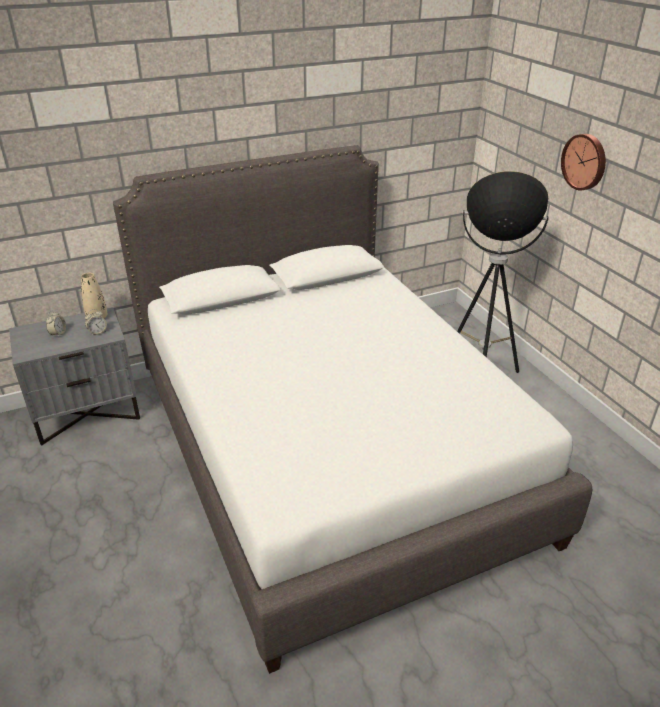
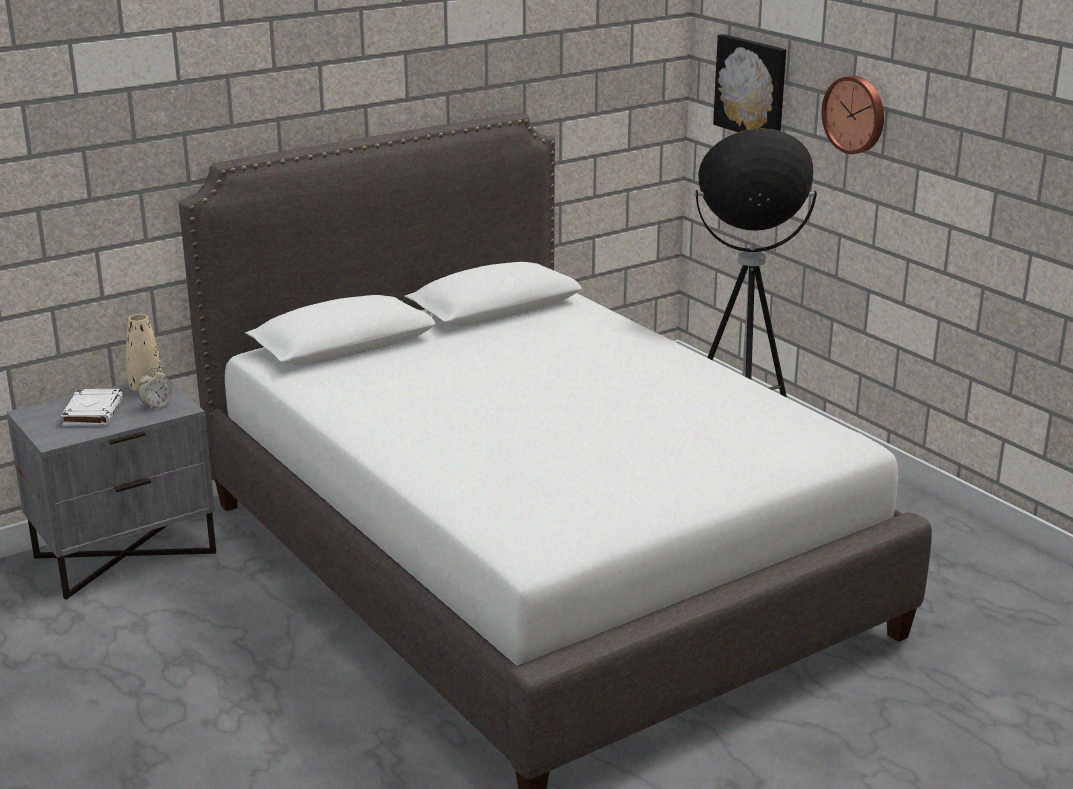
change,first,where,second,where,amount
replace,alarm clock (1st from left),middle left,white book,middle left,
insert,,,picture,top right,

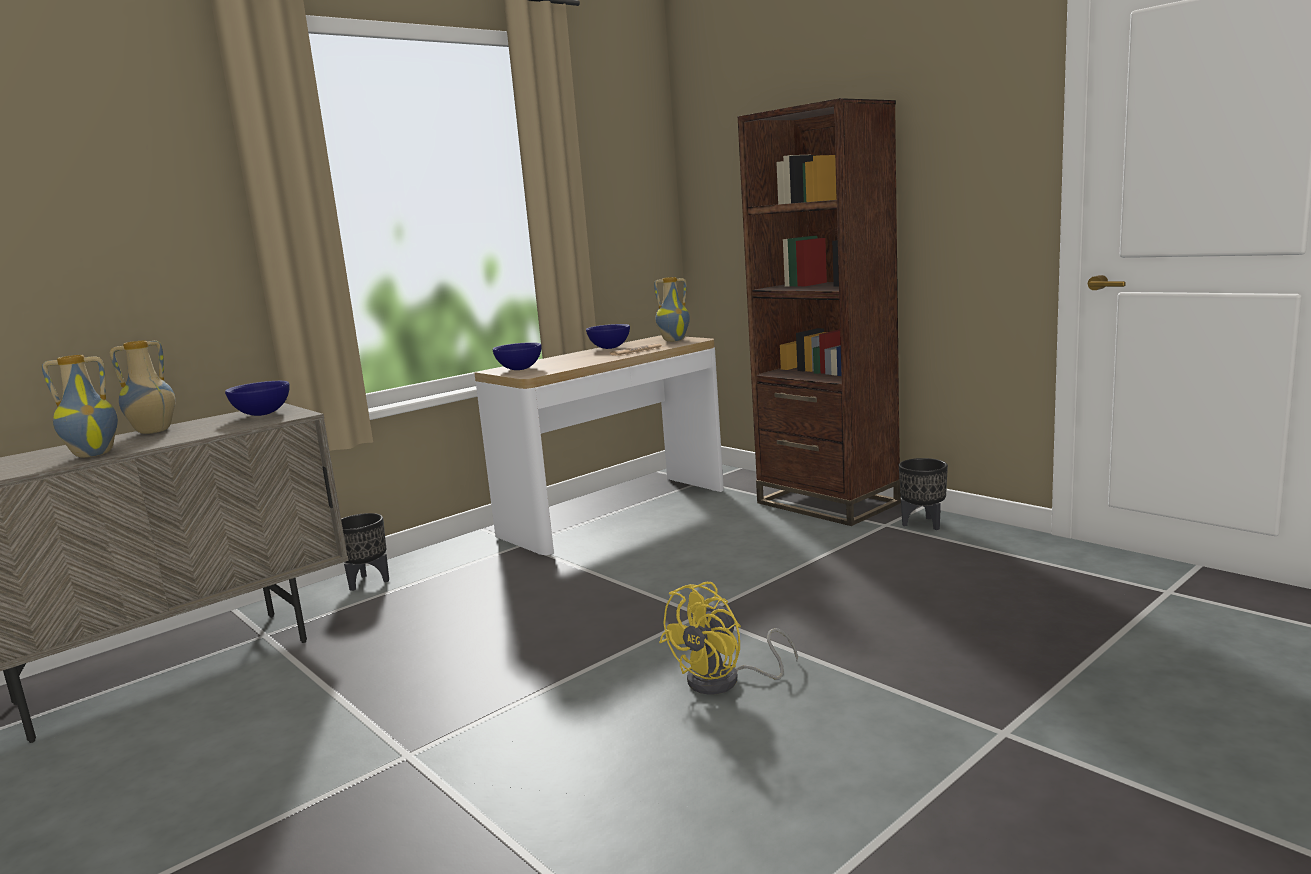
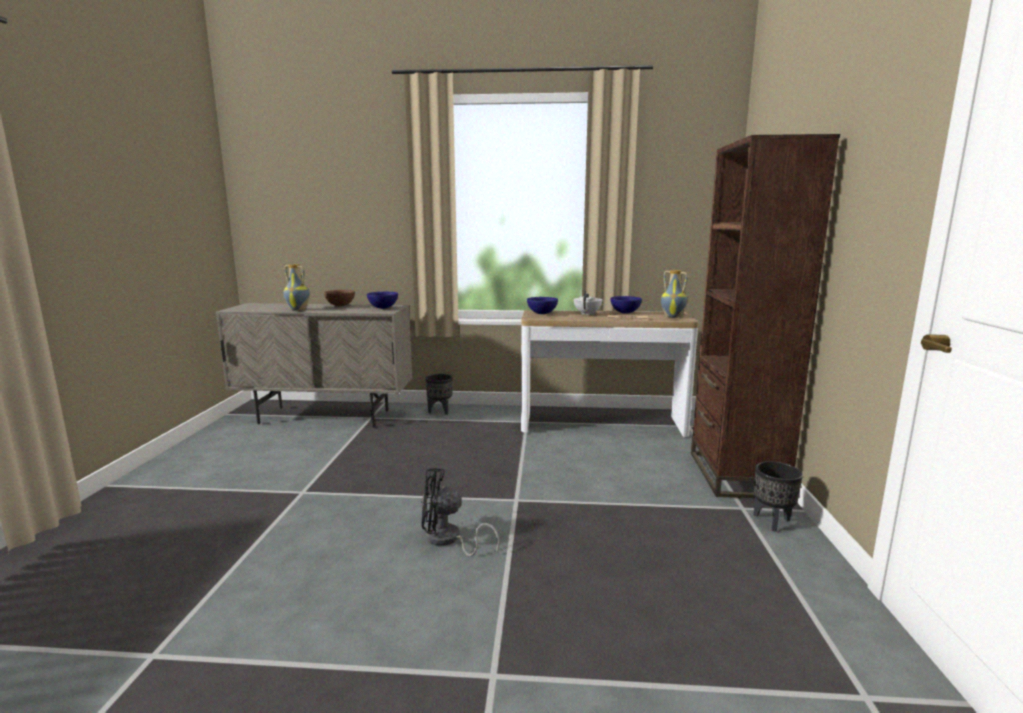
change,first,where,second,where,amount
replace,vase (2nd from left),middle left,brown bowl,middle left,
recolor,yellow fan,bottom centre,black fan,bottom centre,
insert,,,white teapot,centre,

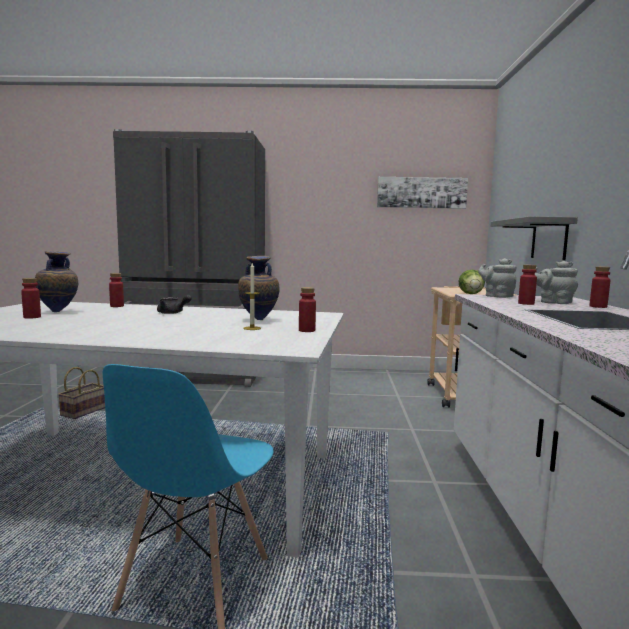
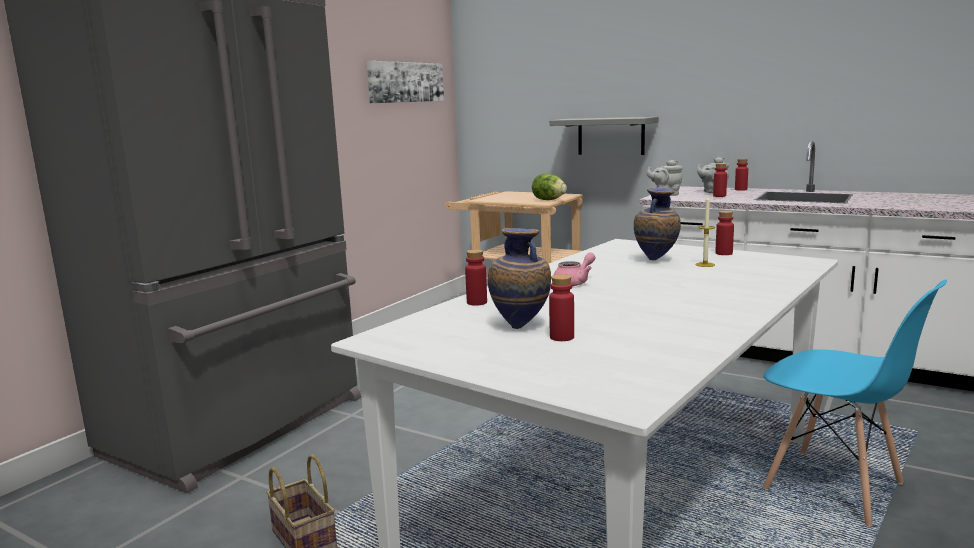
change,first,where,second,where,amount
recolor,grey teapot (1st from left),middle left,pink teapot,centre,

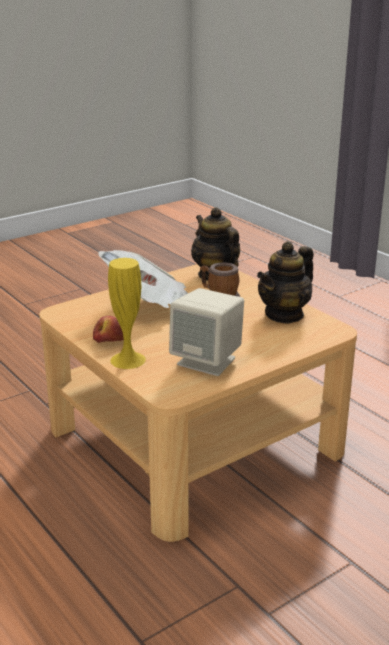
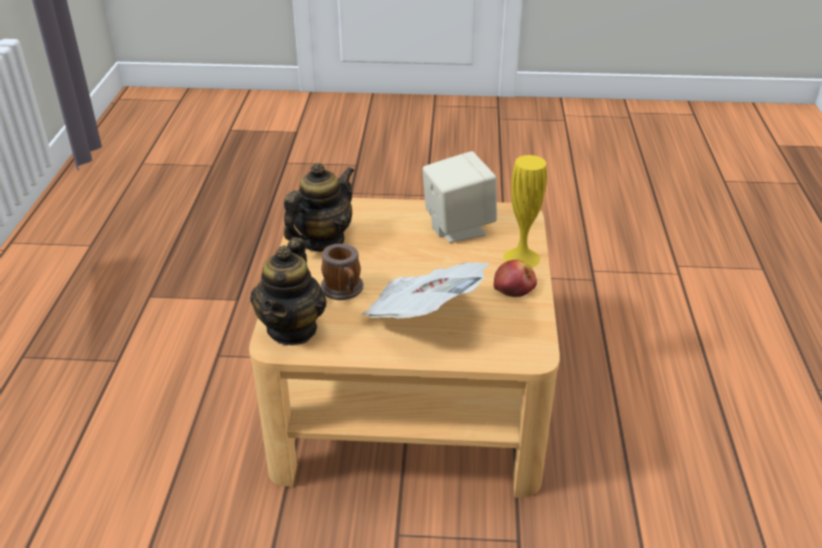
change,first,where,second,where,amount
rotate,teapot (2nd from left),middle right,,centre,45 degrees counterclockwise

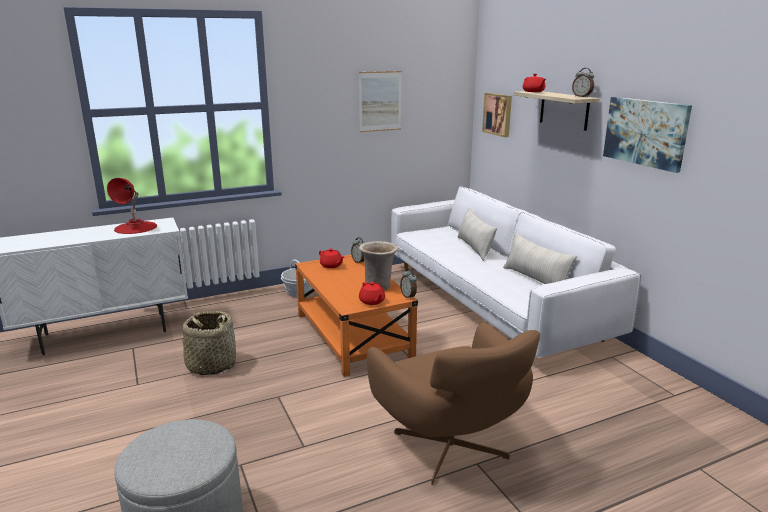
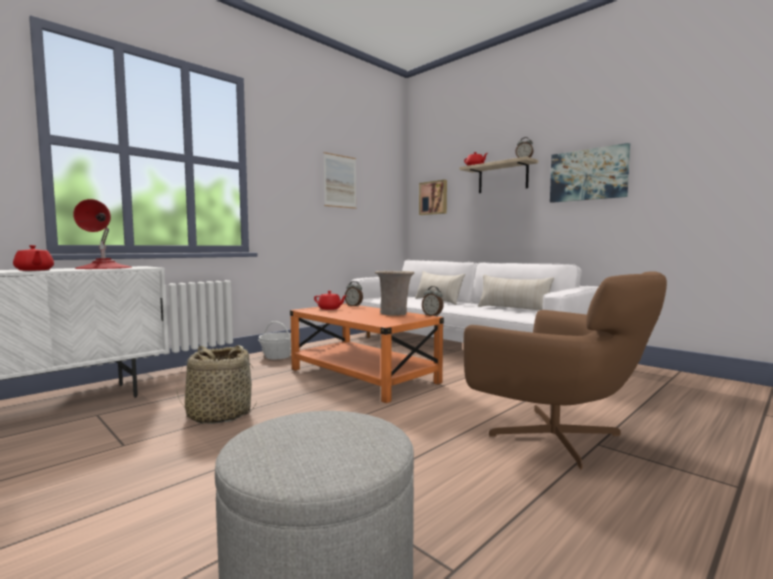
change,first,where,second,where,amount
move,red teapot (2nd from left in the first image),centre,red teapot (1st from left),middle left,

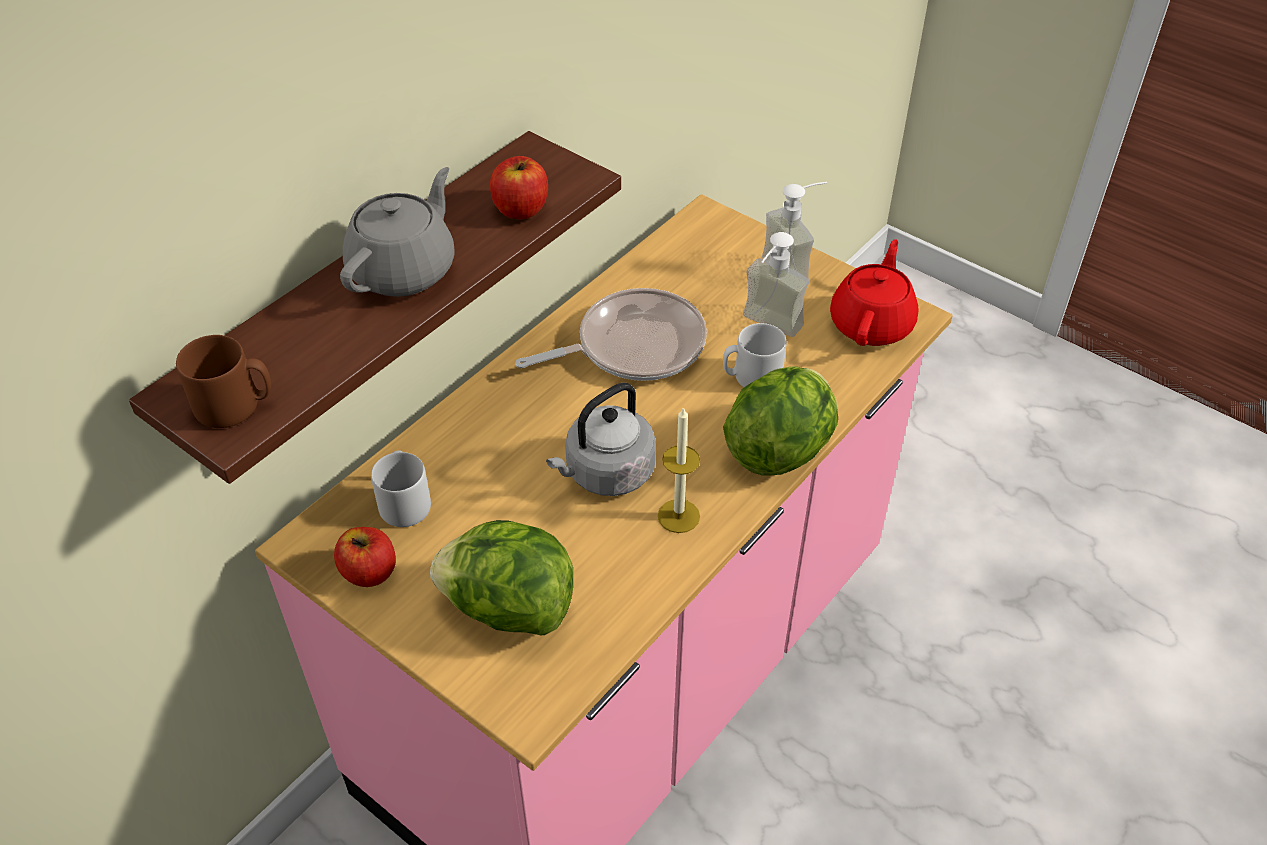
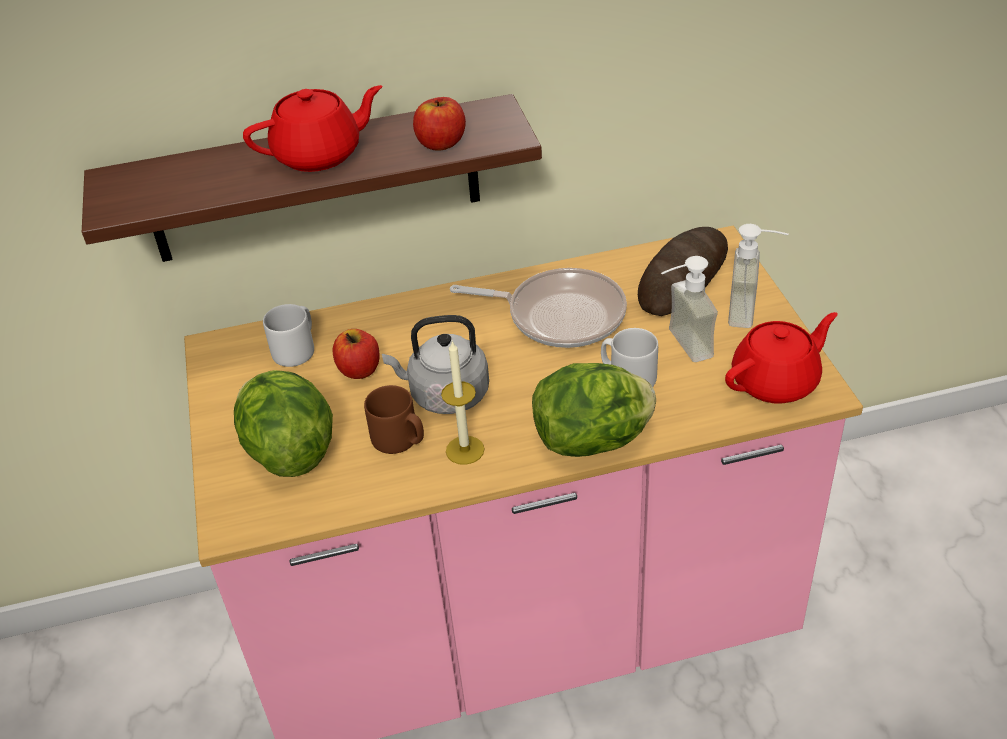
change,first,where,second,where,amount
recolor,grey teapot,top left,red teapot (1st from left),top left,
move,brown mug,middle left,,centre,
move,apple (1st from left),middle left,,centre,
insert,,,bread,middle right,

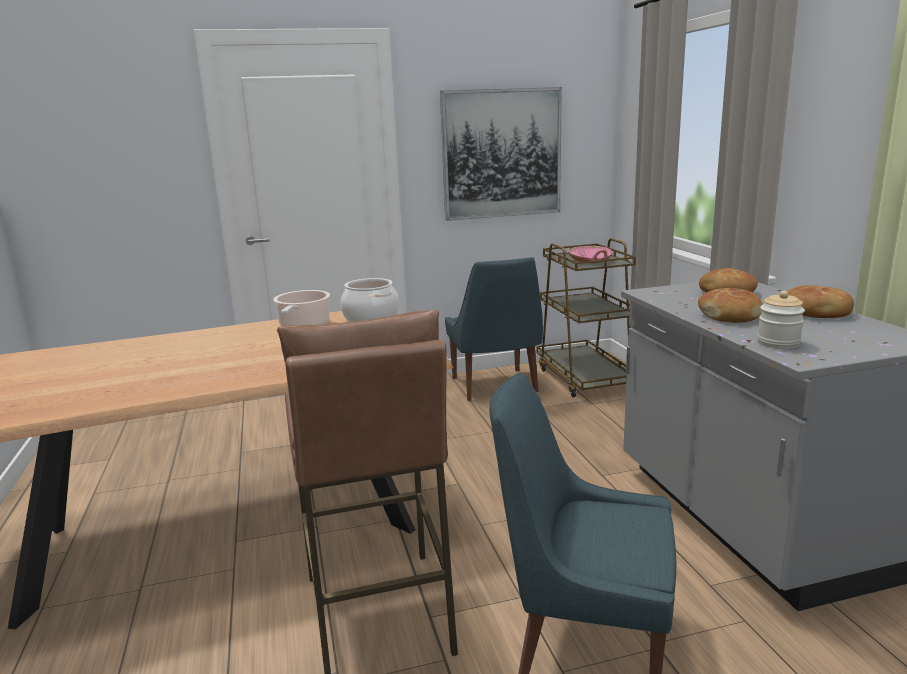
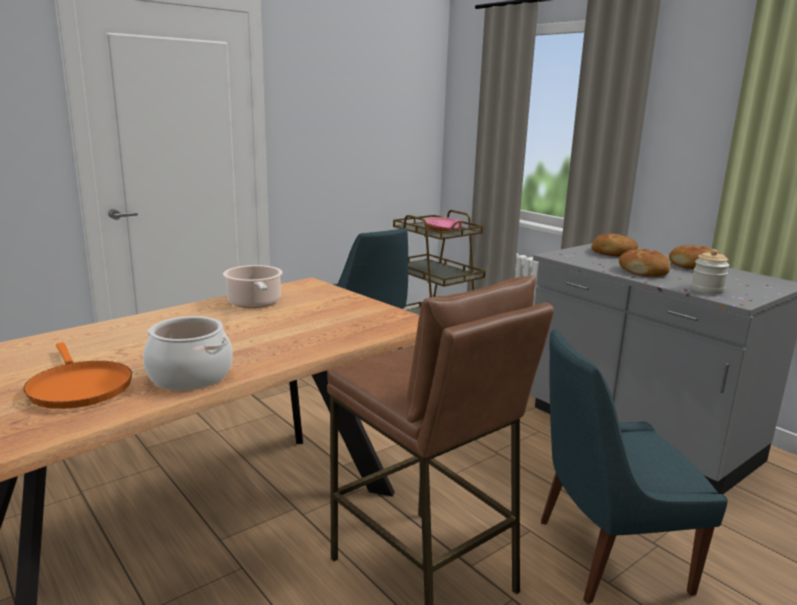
change,first,where,second,where,amount
delete,picture,top centre,,,
move,cooking pot (2nd from left in the first image),centre,cooking pot (1st from left),middle left,
insert,,,orange frying pan,middle left,

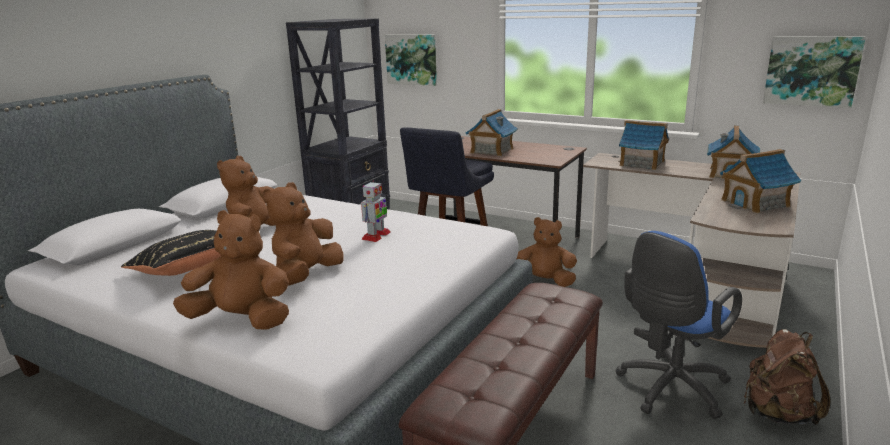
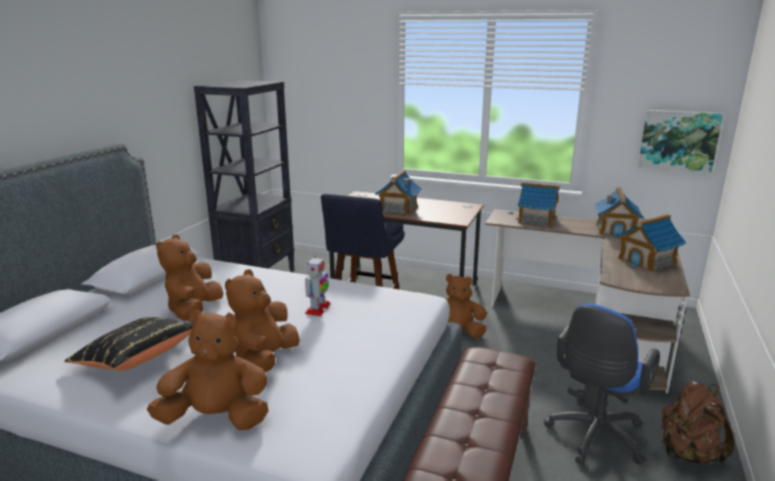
change,first,where,second,where,amount
delete,picture (1st from left),top centre,,,

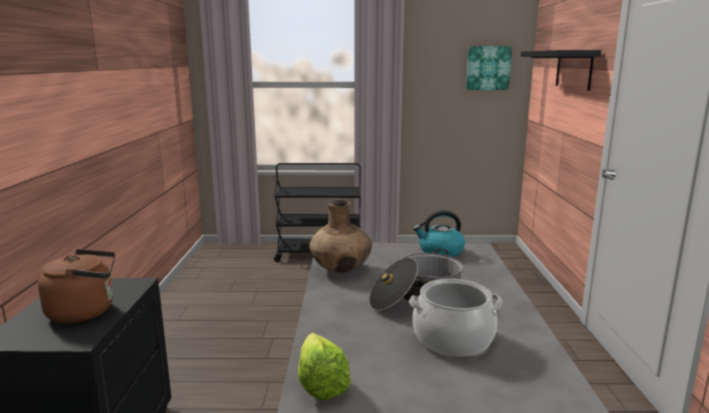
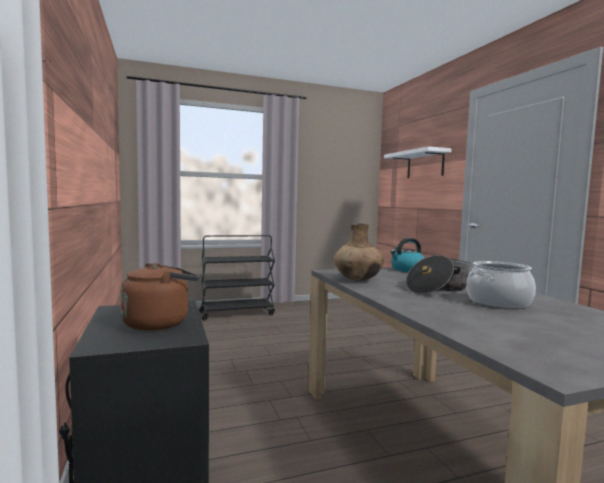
change,first,where,second,where,amount
delete,picture,top right,,,
recolor,black shelf,top right,white shelf,middle right,
delete,lettuce,bottom centre,,,

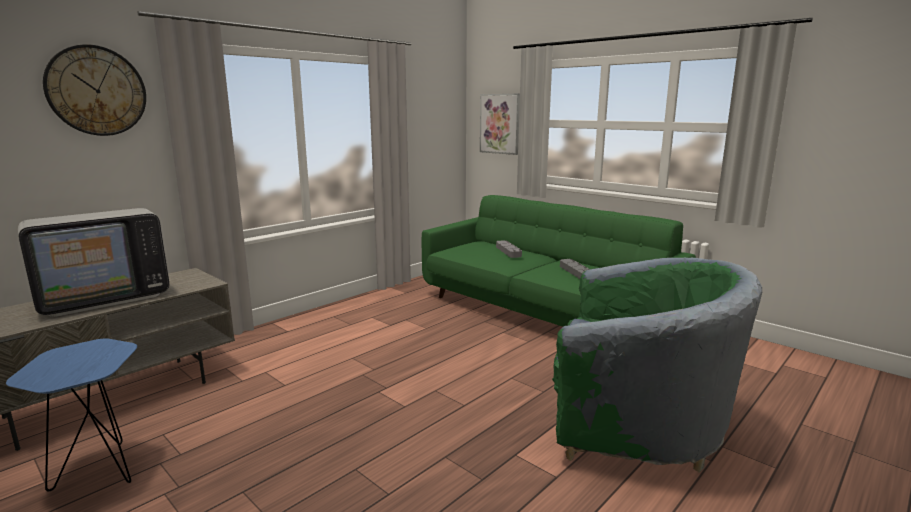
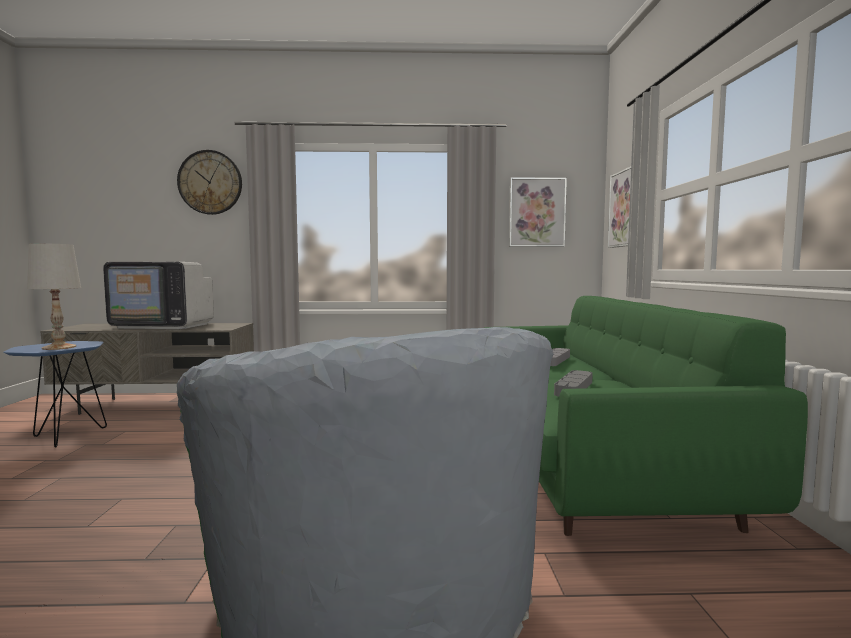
change,first,where,second,where,amount
insert,,,picture (1st from left),top centre,
insert,,,white table lamp,middle left,

